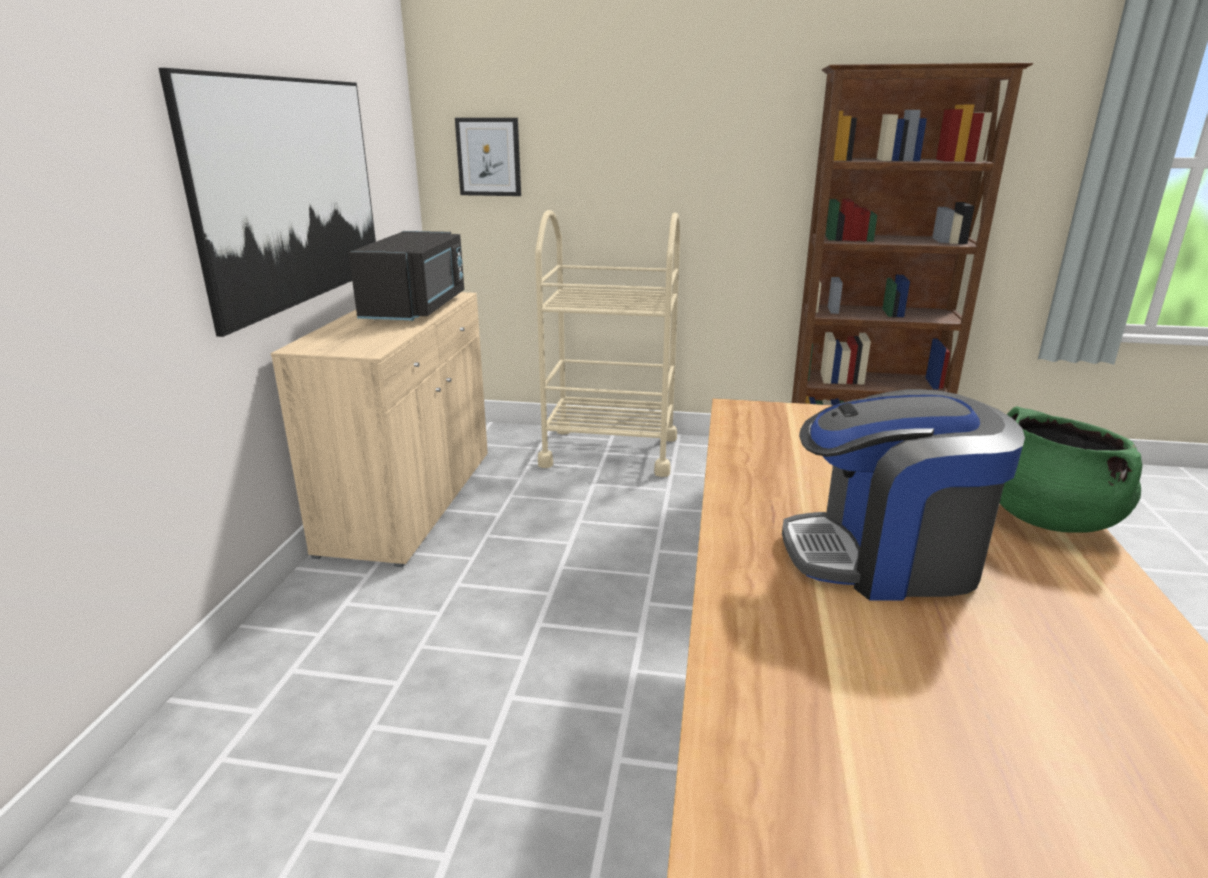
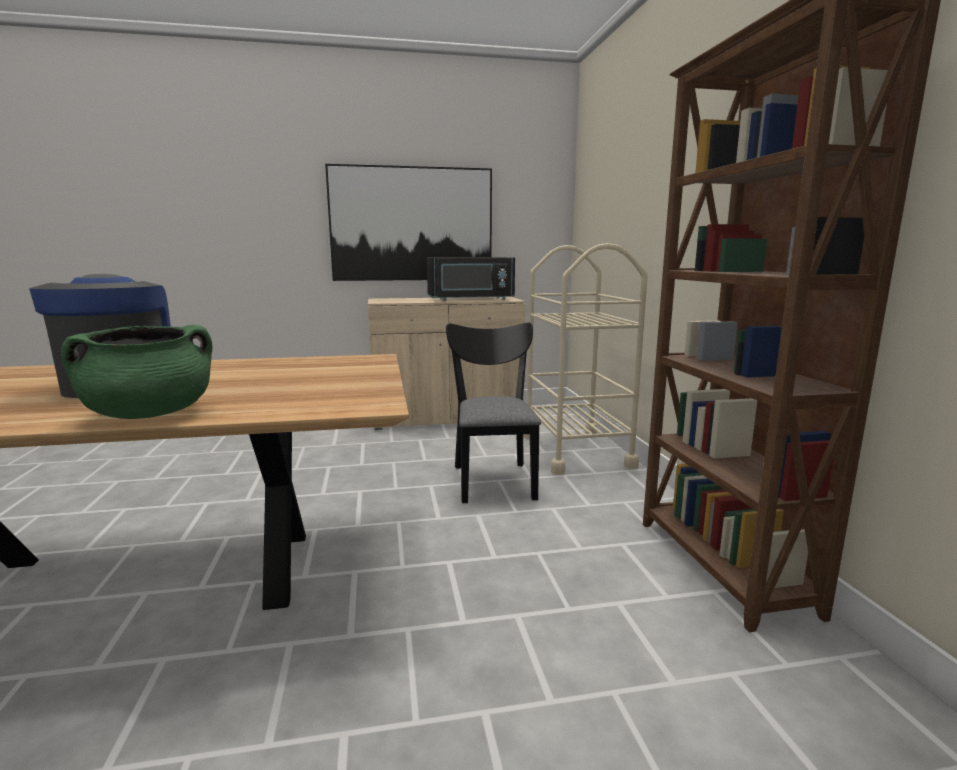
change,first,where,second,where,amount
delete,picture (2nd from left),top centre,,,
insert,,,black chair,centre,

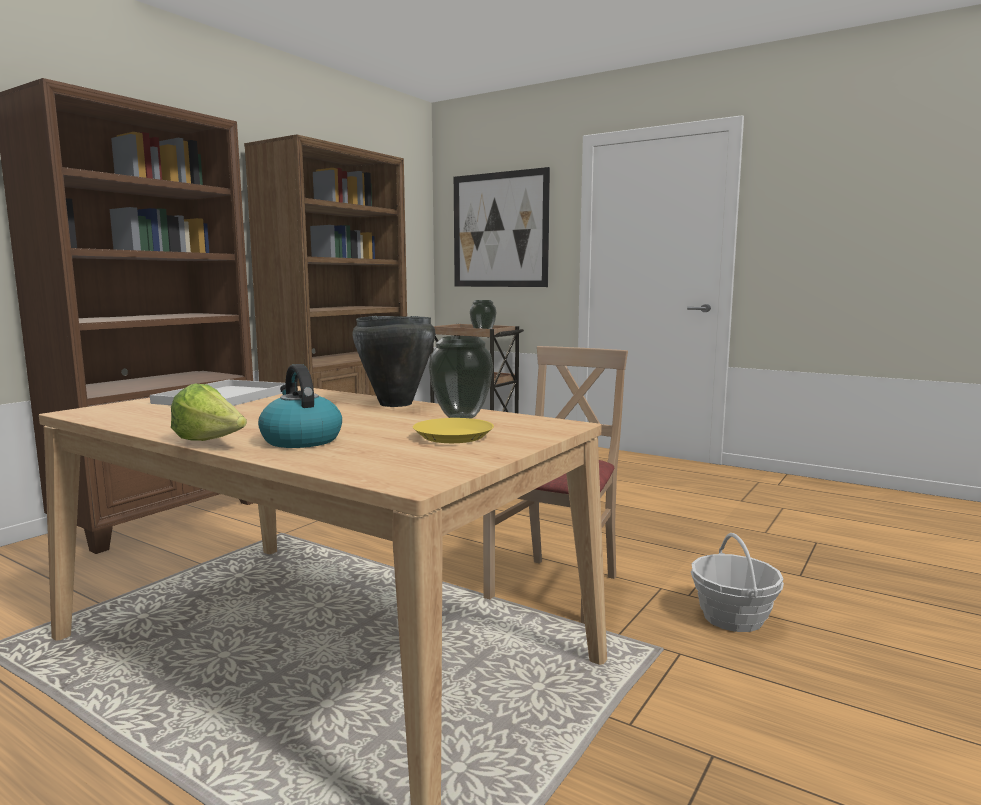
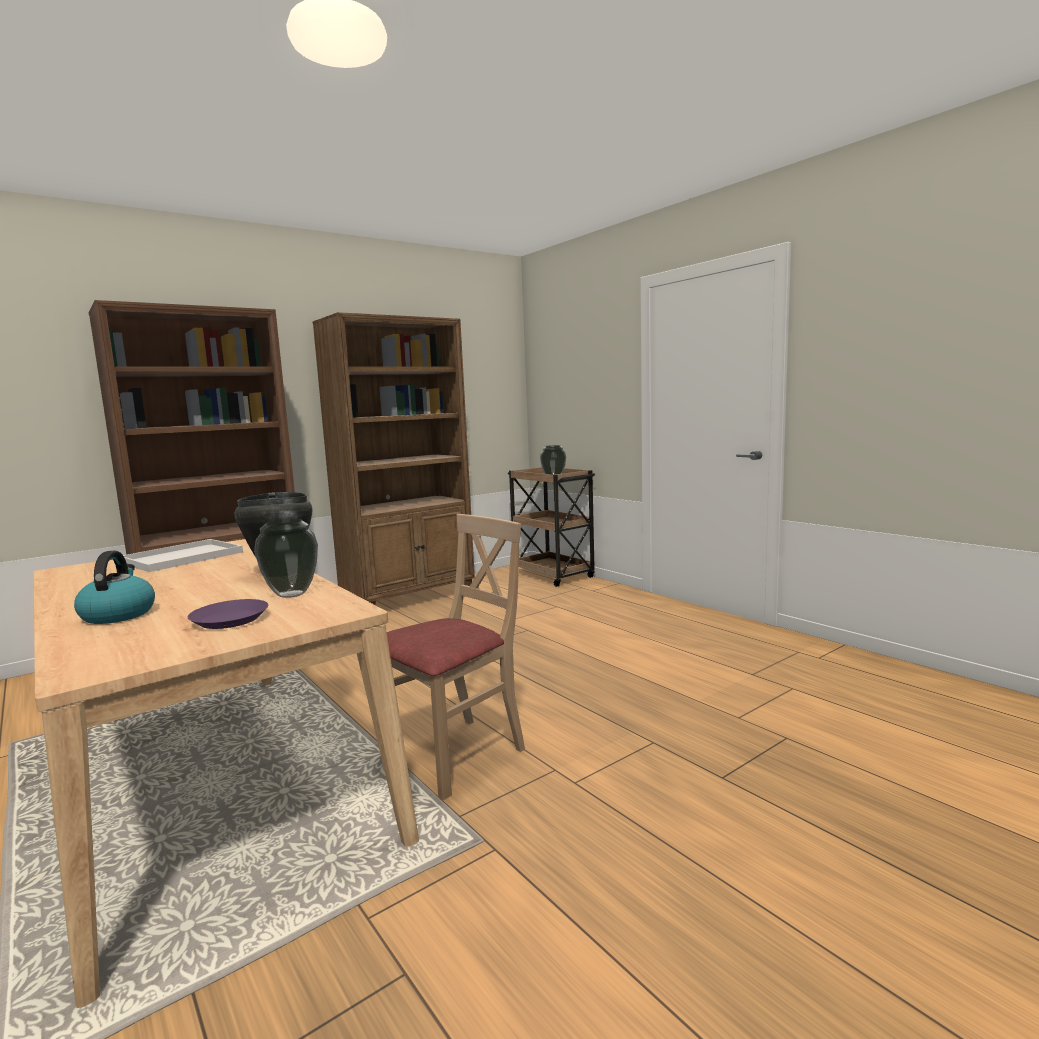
change,first,where,second,where,amount
delete,picture,top centre,,,
delete,lettuce,middle left,,,
recolor,yellow plate,centre,purple plate,middle left,
delete,basket,bottom right,,,

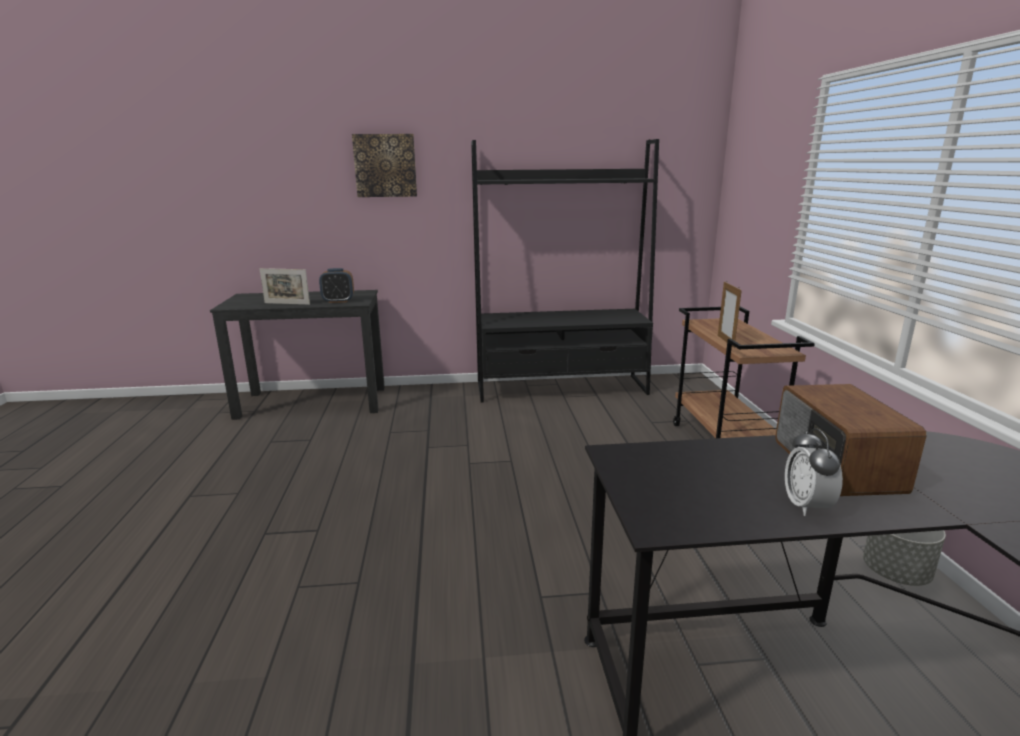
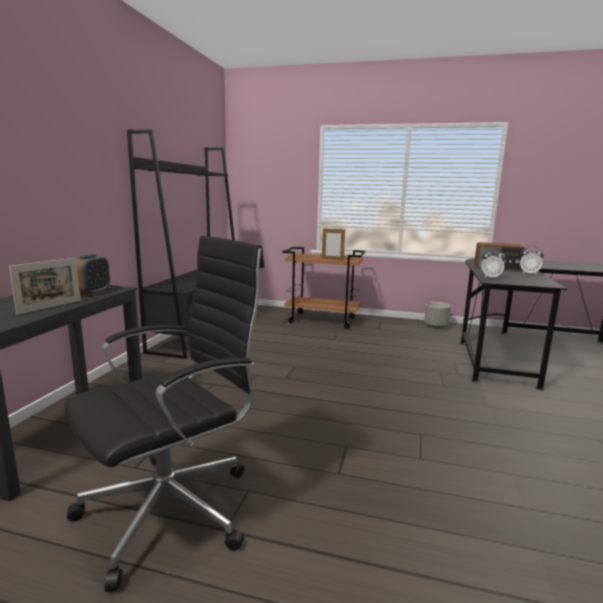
change,first,where,second,where,amount
delete,picture,top centre,,,
insert,,,black office chair,bottom left,
insert,,,alarm clock (2nd from left),middle right,

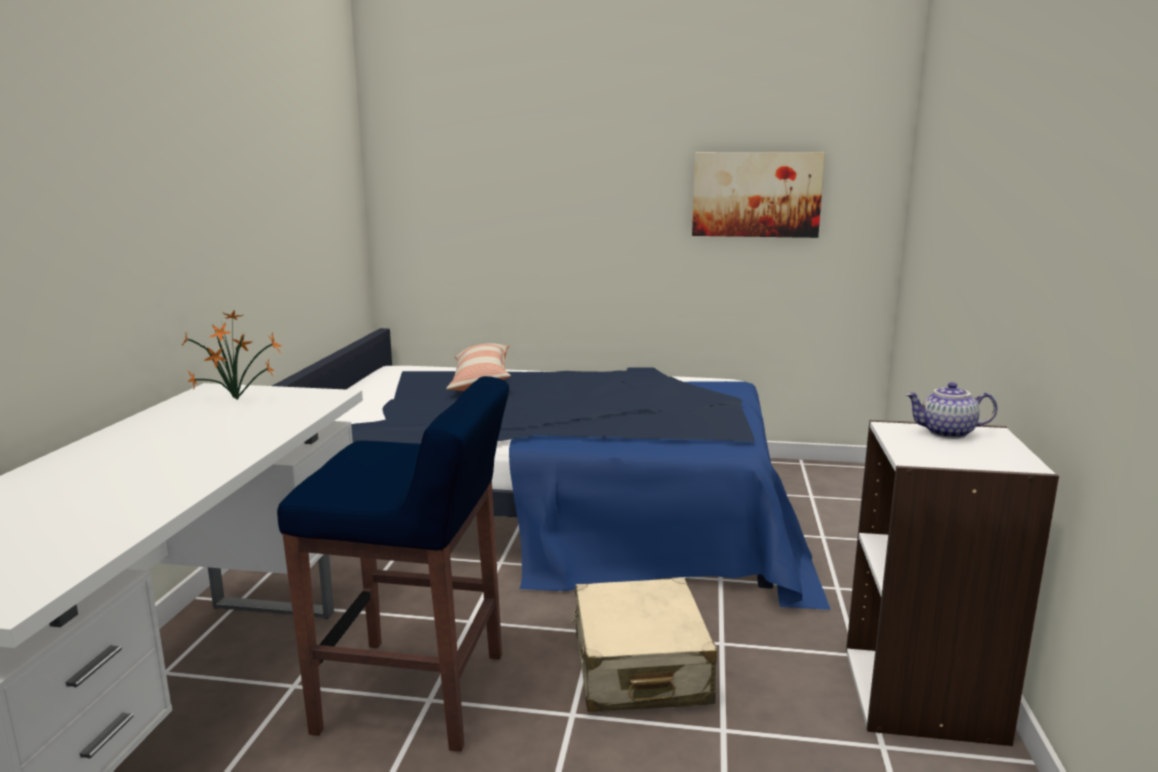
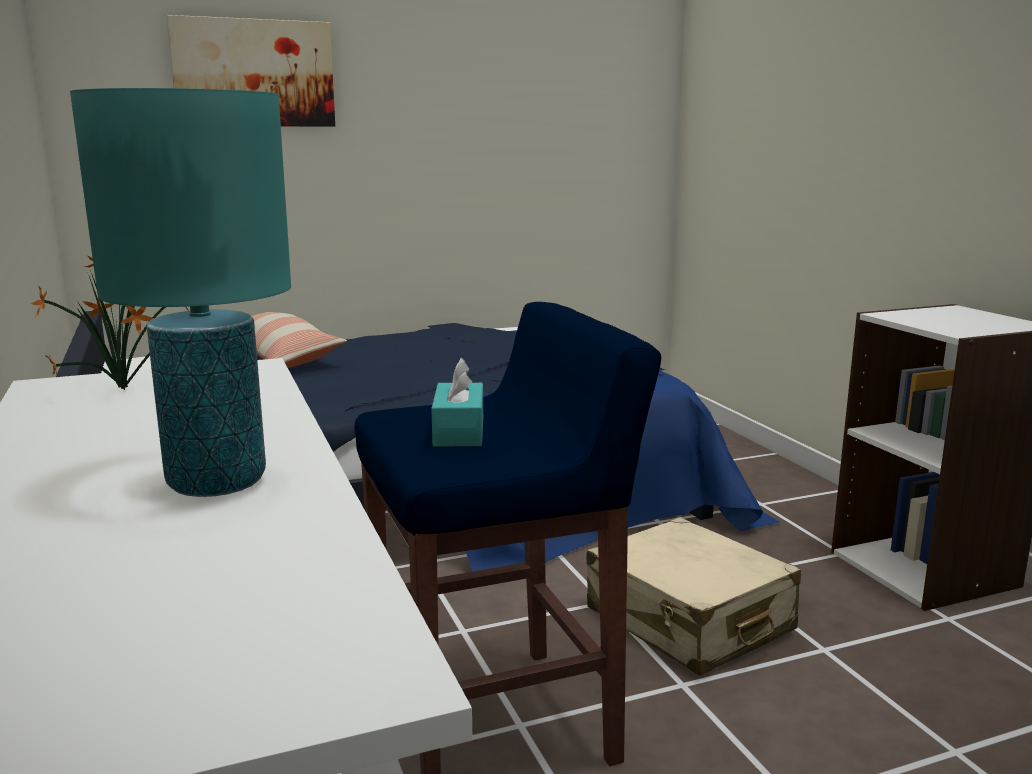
change,first,where,second,where,amount
move,picture,top centre,,top left,
delete,teapot,middle right,,,
insert,,,turquoise table lamp,middle left,
insert,,,turquoise tissue box,centre,

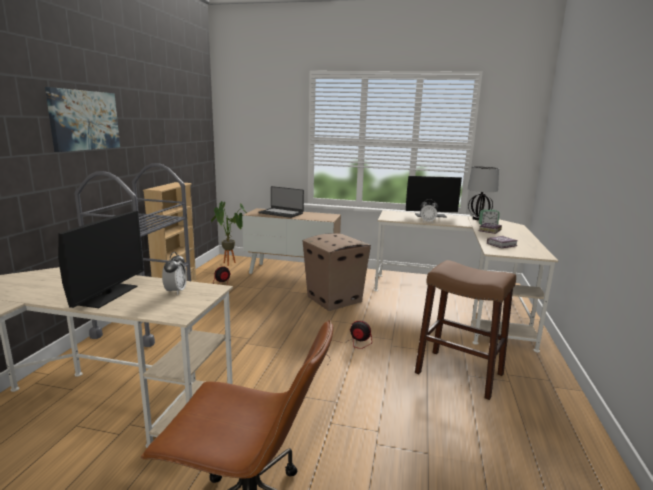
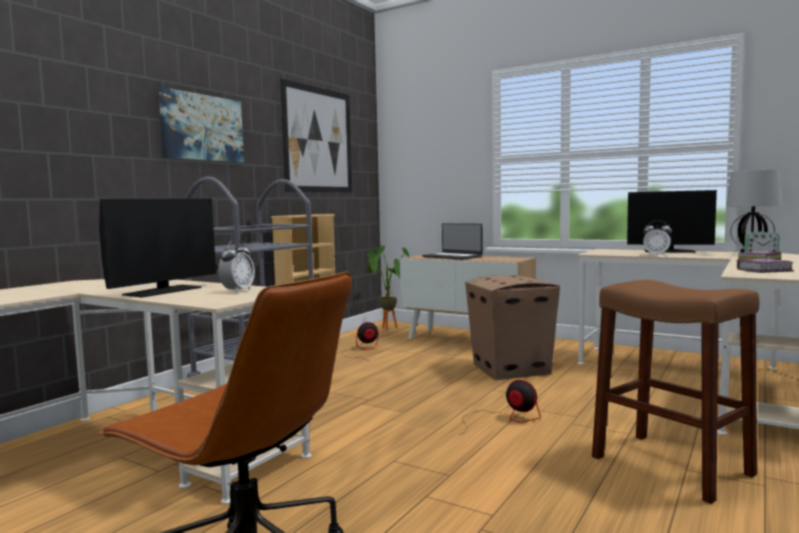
change,first,where,second,where,amount
insert,,,picture (2nd from left),top centre,

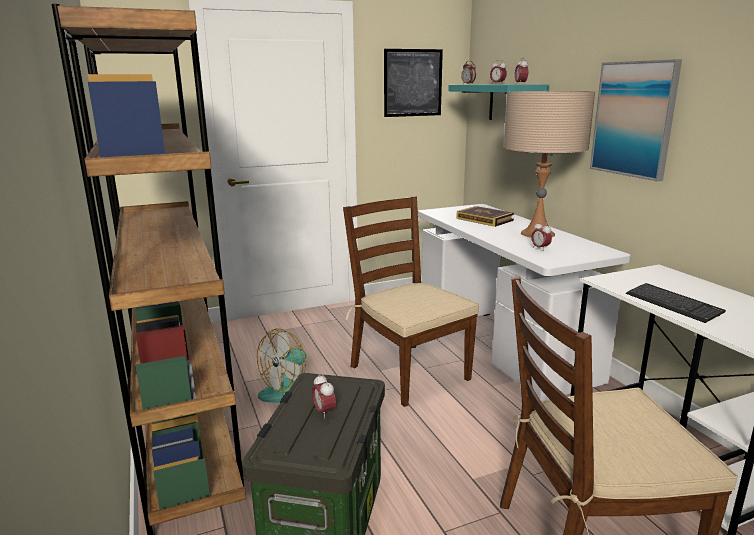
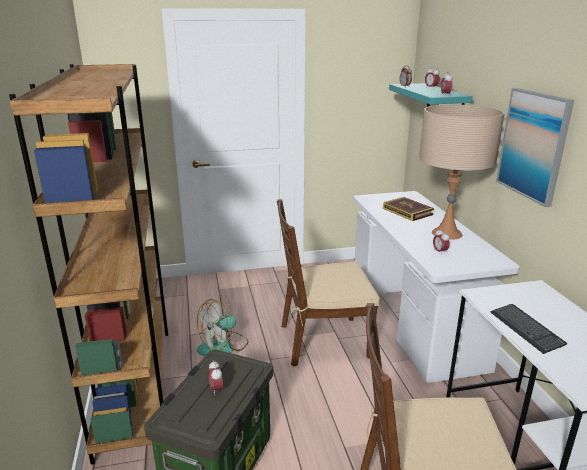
change,first,where,second,where,amount
delete,picture (1st from left),top centre,,,
rotate,brown chair (1st from left),centre,,centre,75 degrees counterclockwise

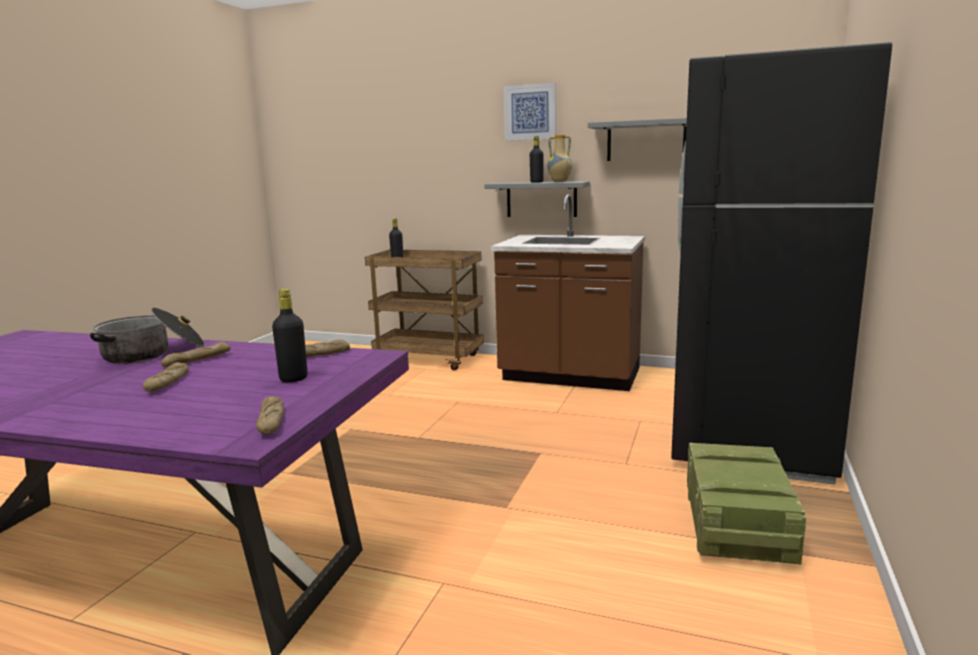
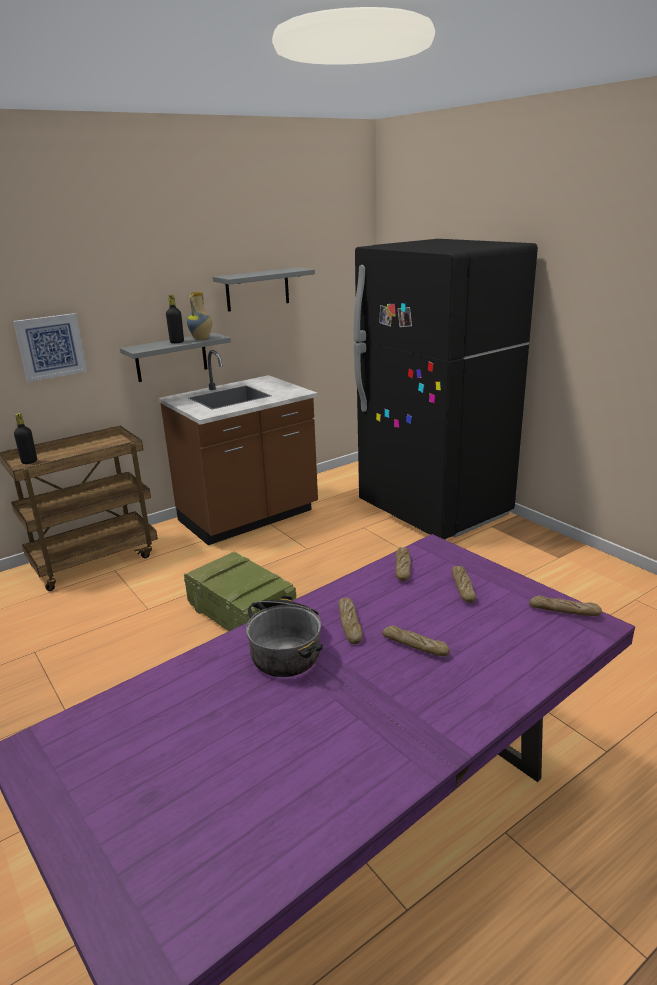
change,first,where,second,where,amount
move,picture,top centre,,middle left,
replace,black bottle (1st from left),middle left,bread (4th from left),middle right,
move,crate,bottom right,,centre,

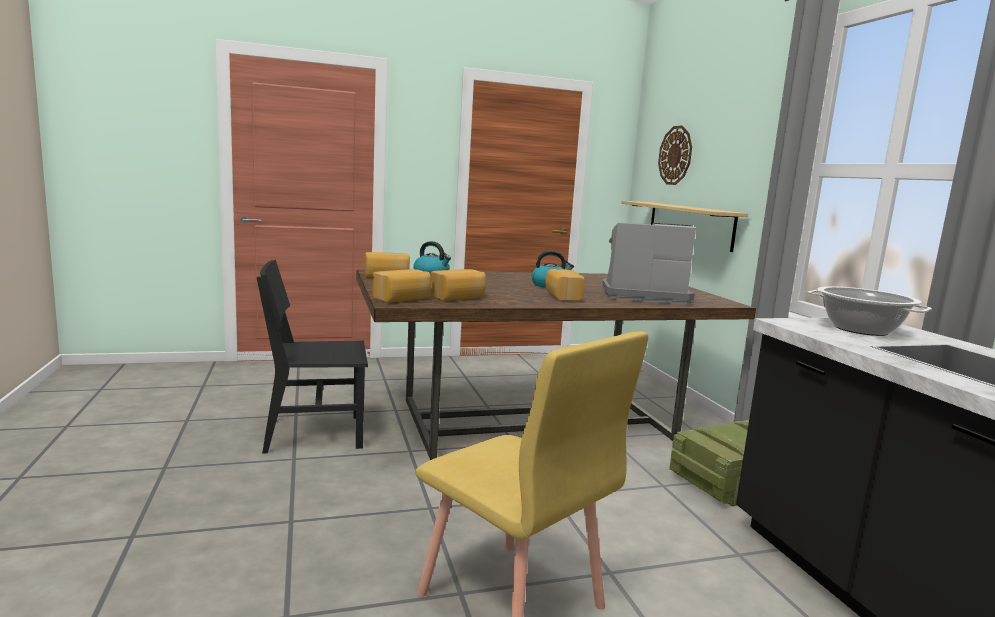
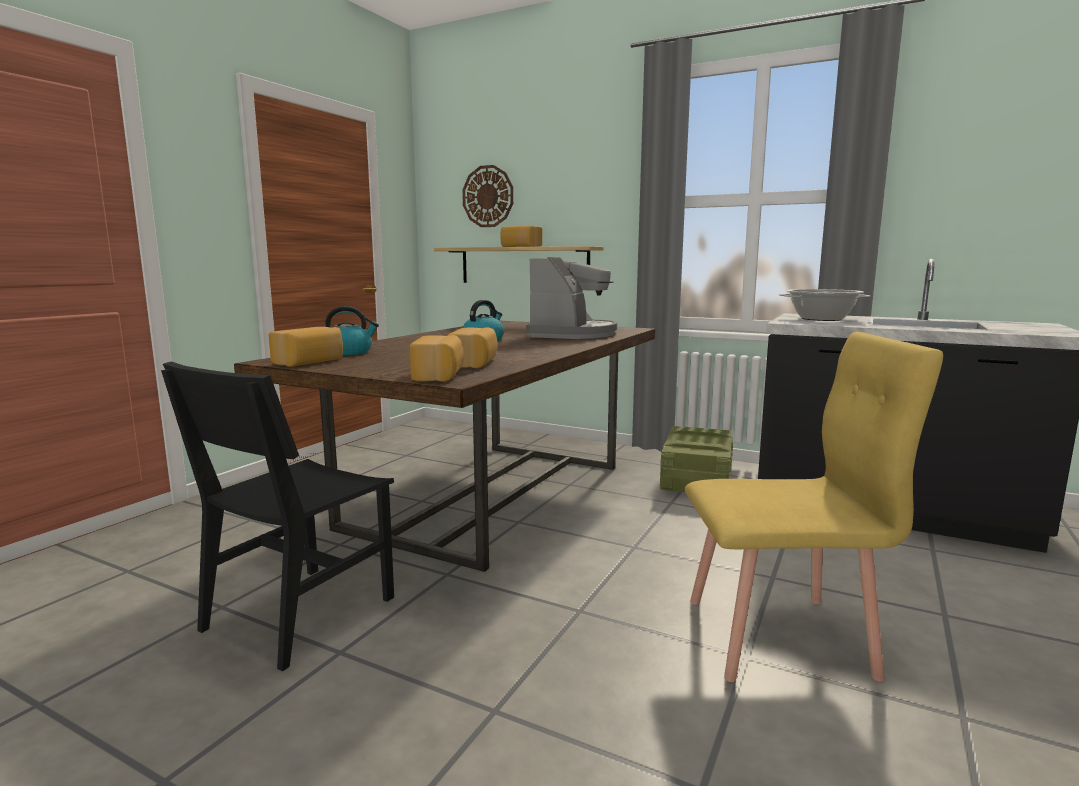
change,first,where,second,where,amount
rotate,coffee machine,centre,,centre,150 degrees clockwise
move,bread (4th from left),centre,,top centre,

